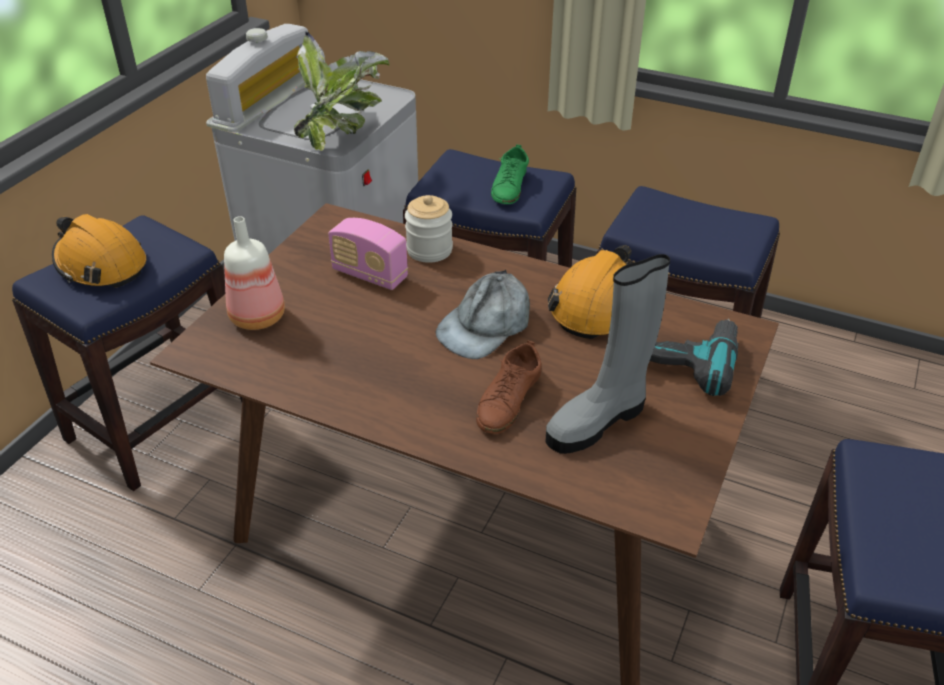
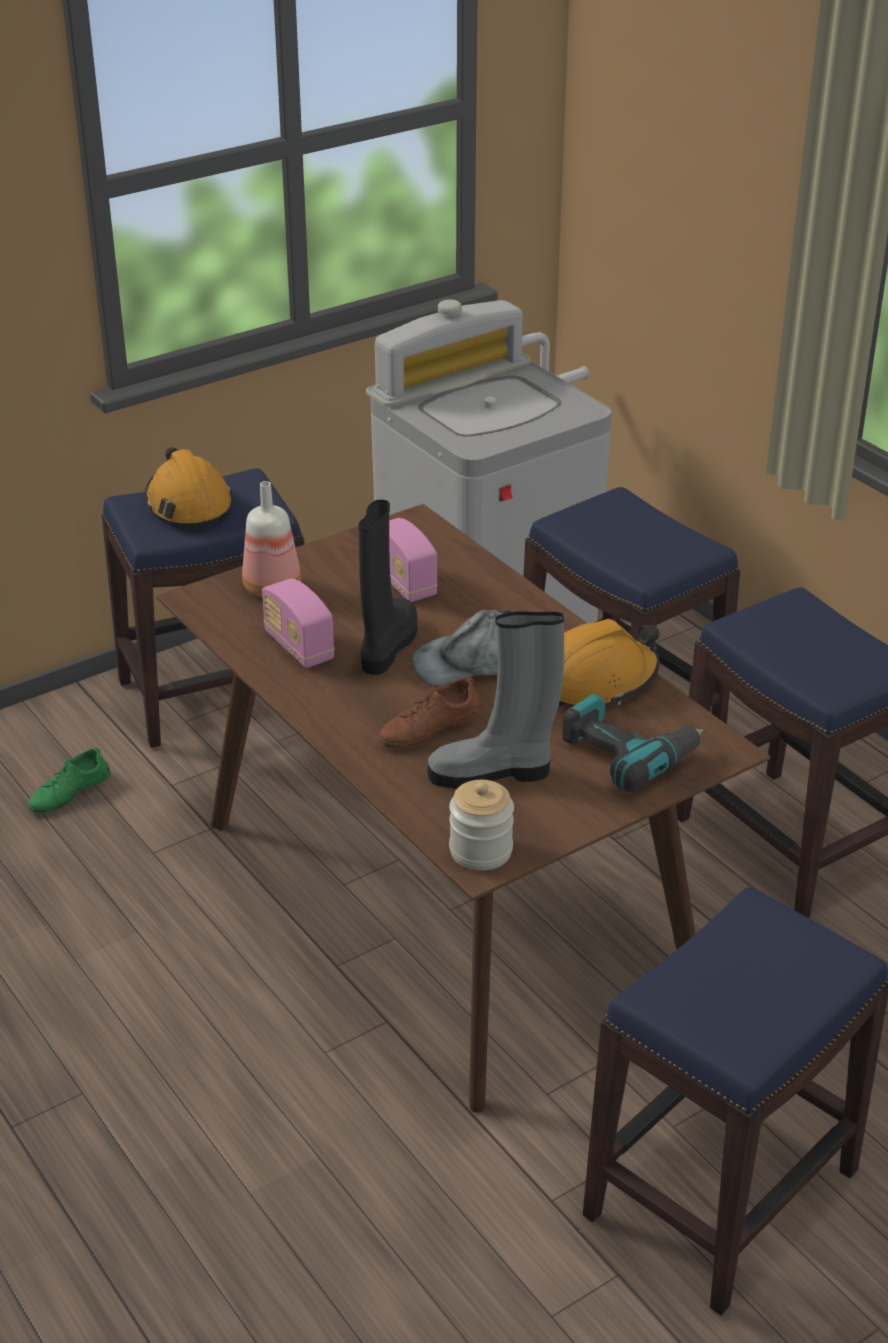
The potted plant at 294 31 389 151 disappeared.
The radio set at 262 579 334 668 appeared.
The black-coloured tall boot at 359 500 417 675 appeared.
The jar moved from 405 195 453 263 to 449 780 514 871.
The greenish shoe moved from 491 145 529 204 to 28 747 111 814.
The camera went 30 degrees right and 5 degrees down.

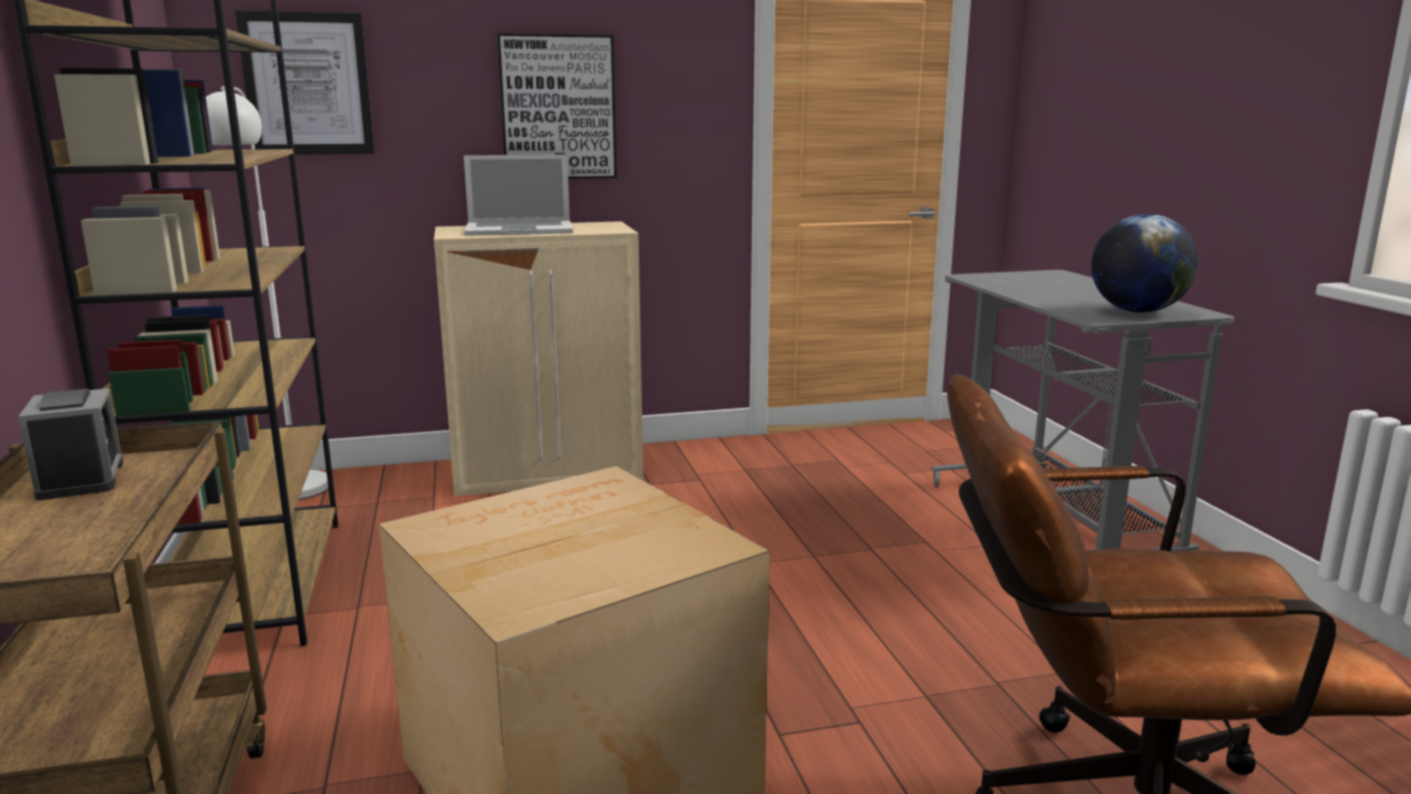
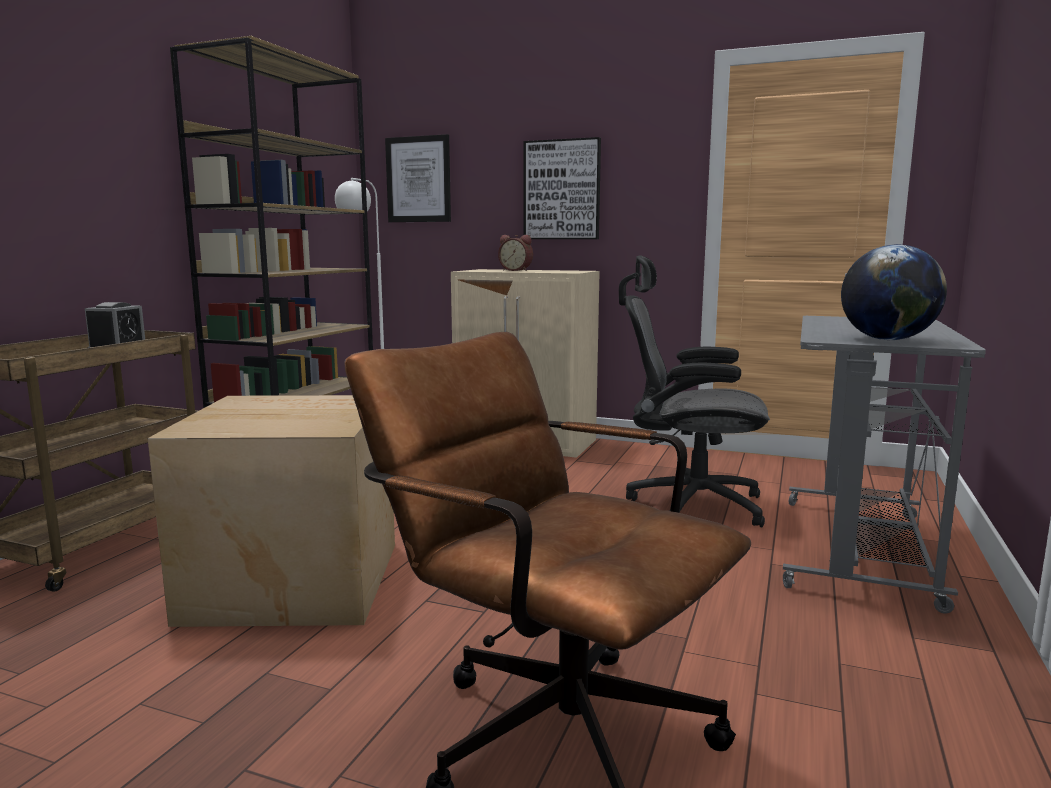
The computer chair at 619 255 770 528 appeared.
The notebook computer at 464 154 573 236 was replaced by the bedside clock at 498 235 533 271.
The camera went 35 degrees right and 5 degrees down.

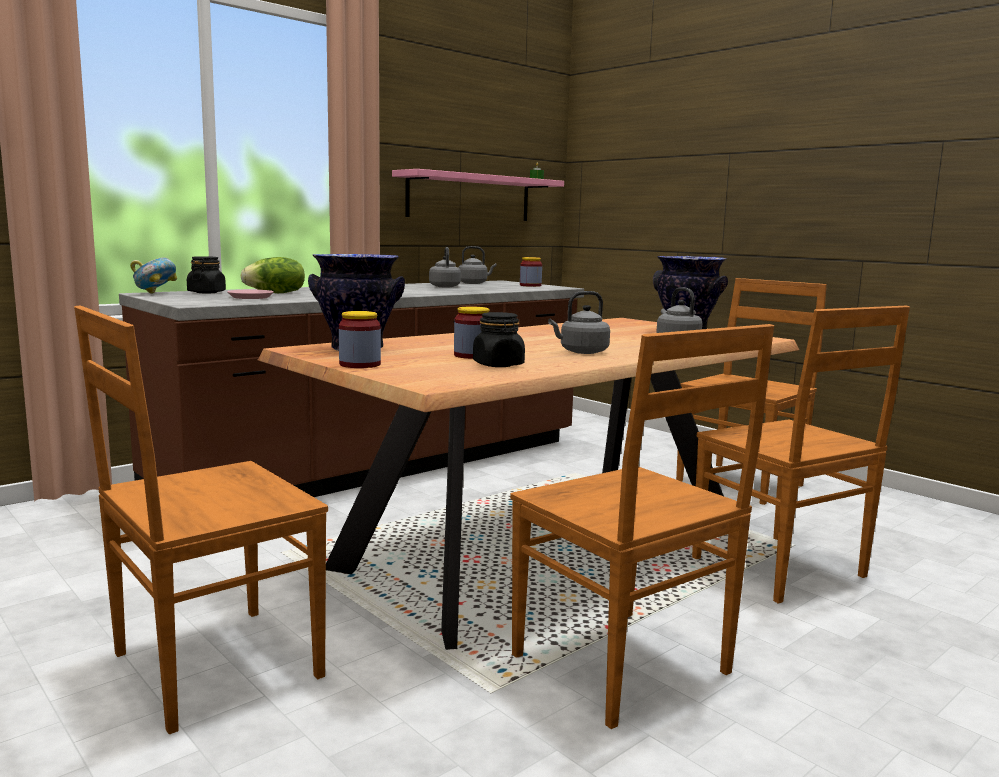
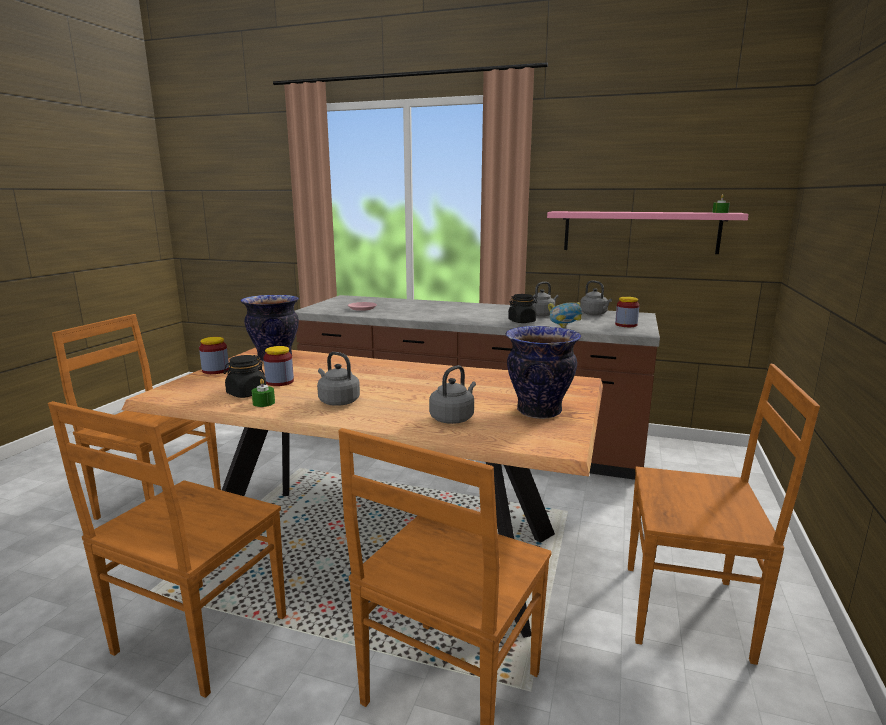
The lettuce head at 241 257 305 293 disappeared.
The greenish candle at 252 379 275 407 appeared.
The deep dish moved from 130 257 177 294 to 548 302 583 328.
The black-coloured jar moved from 187 256 226 293 to 508 294 537 323.
The camera went 60 degrees right and 5 degrees up.

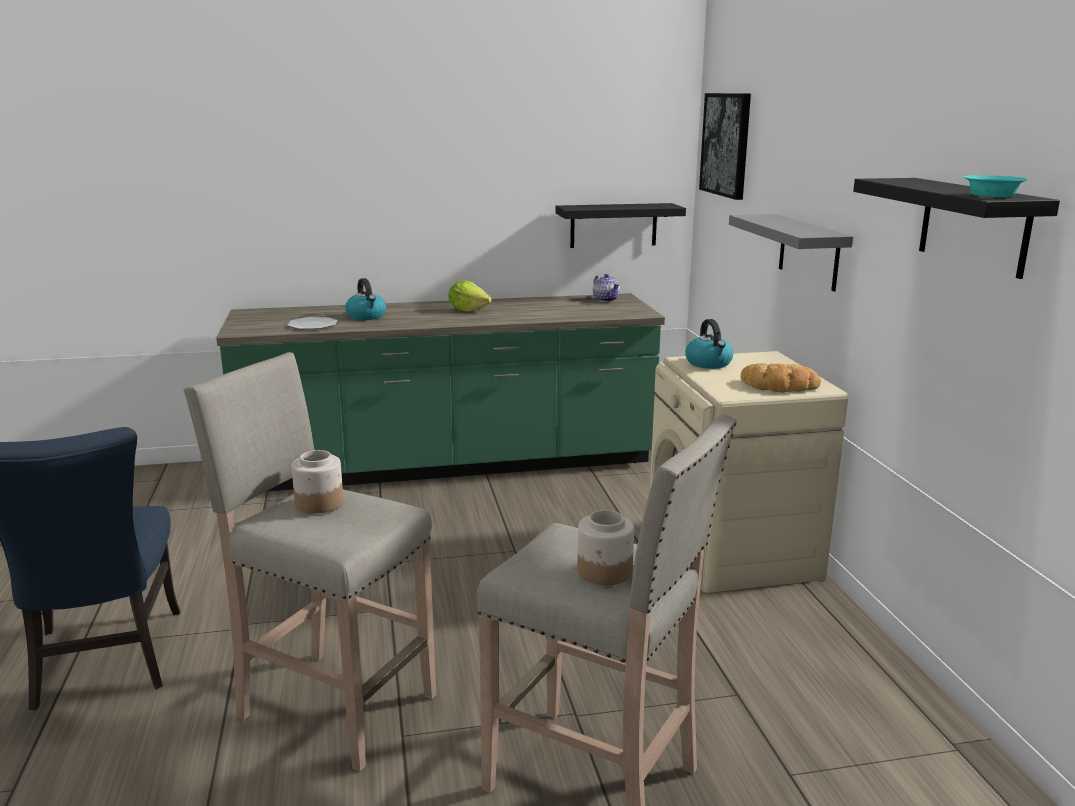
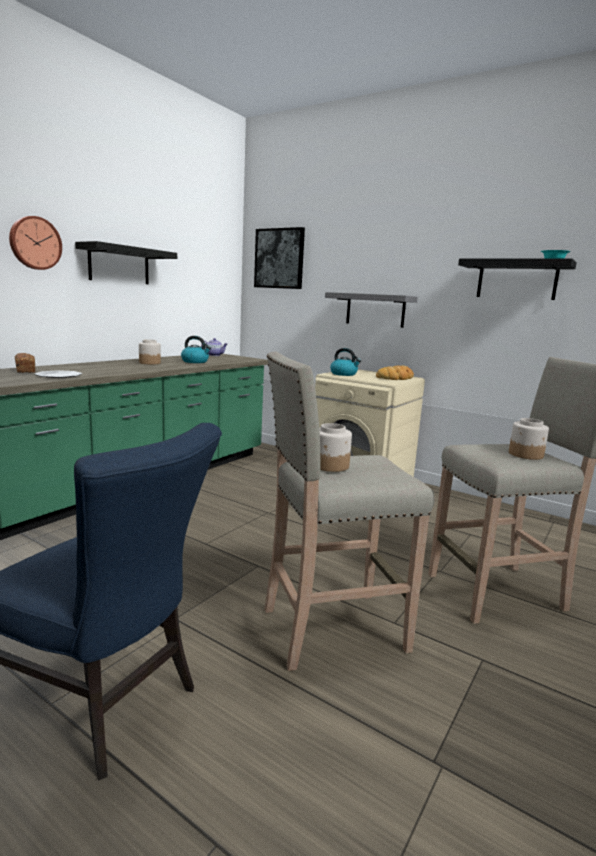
The wall clock at 9 216 62 270 appeared.
The bakery bread at 15 353 35 373 appeared.
The water kettle moved from 345 278 386 320 to 181 336 211 363.
The black-coloured bracket shelf moved from 555 203 686 248 to 75 241 177 284.
The lettuce head at 449 281 491 312 was replaced by the jar at 139 339 161 364.
The camera went 45 degrees left and 5 degrees down.

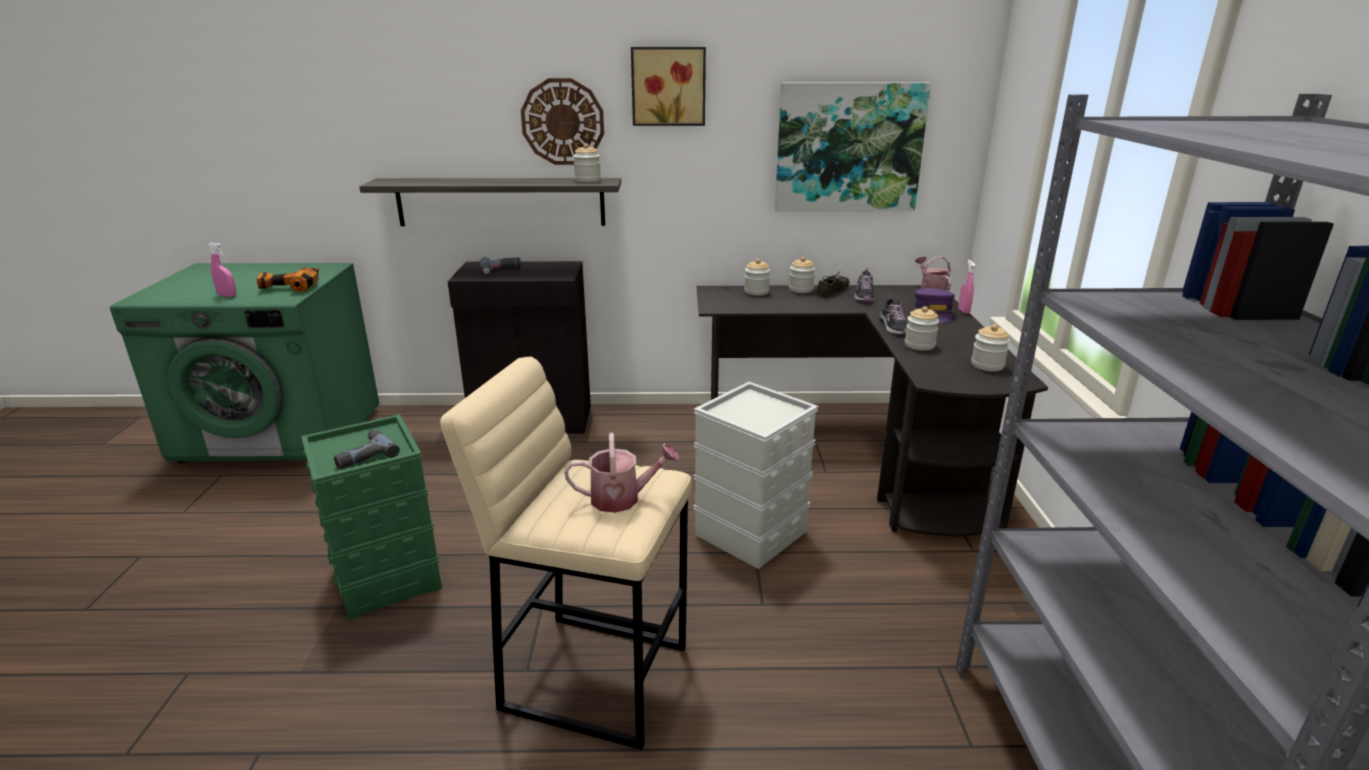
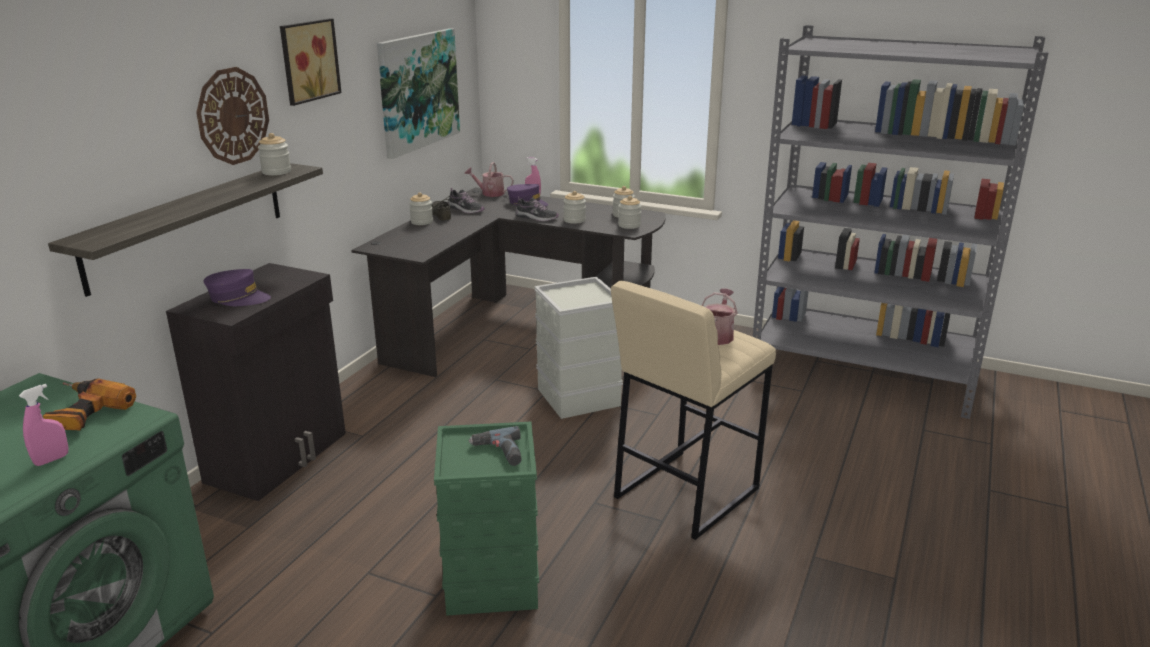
The jar moved from 744 259 770 295 to 618 196 641 229.
The electric drill at 480 257 521 275 was replaced by the purple cap at 204 269 271 306.
The camera went 65 degrees left and 0 degrees up.

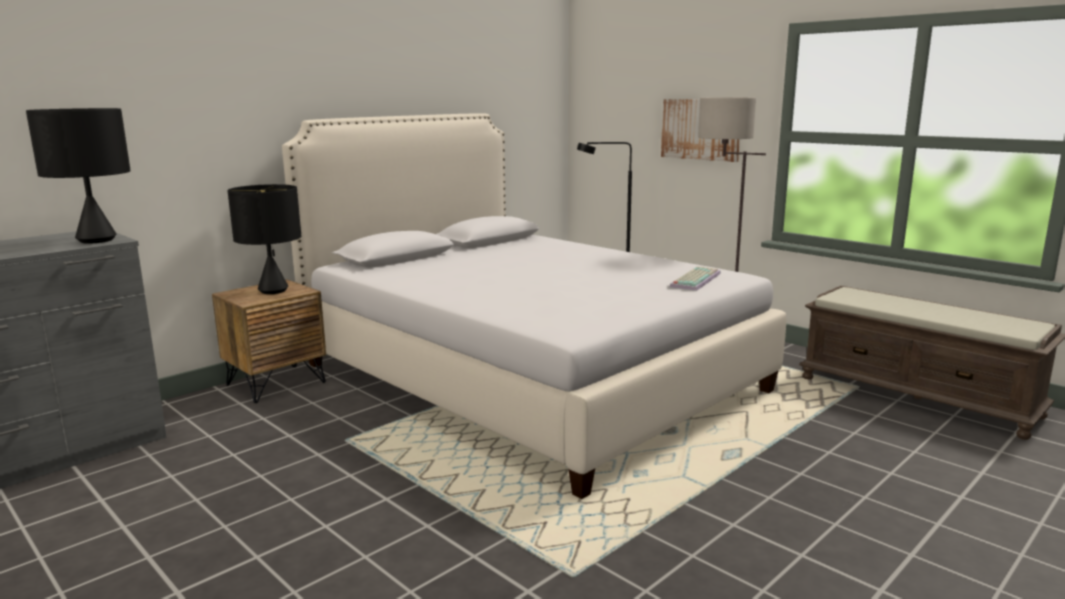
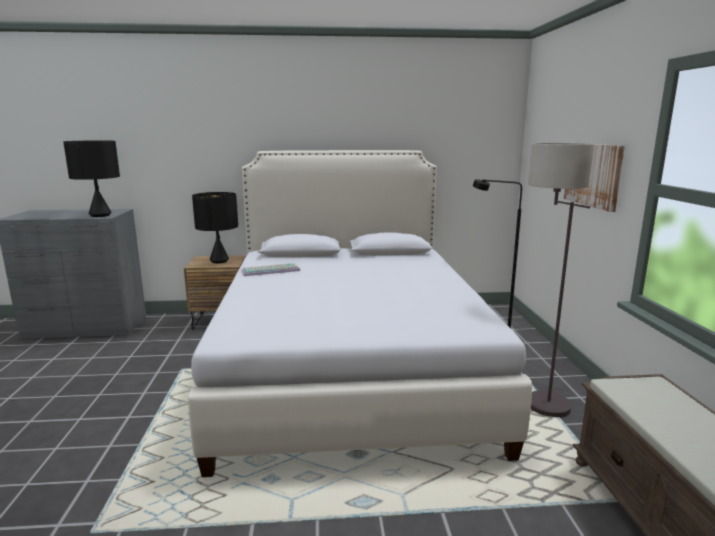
The computer keyboard moved from 670 266 721 291 to 242 263 300 276.
The camera went 40 degrees right and 0 degrees up.

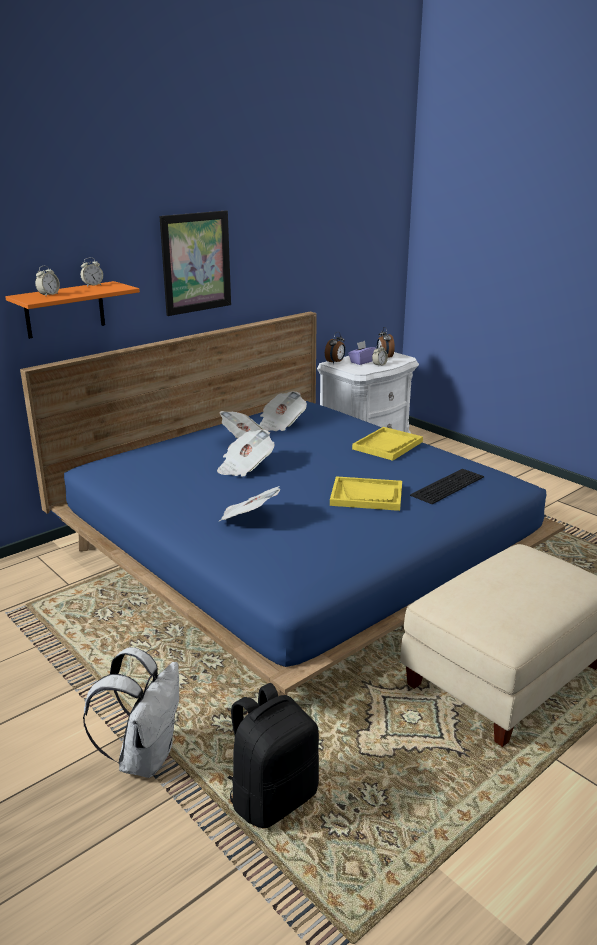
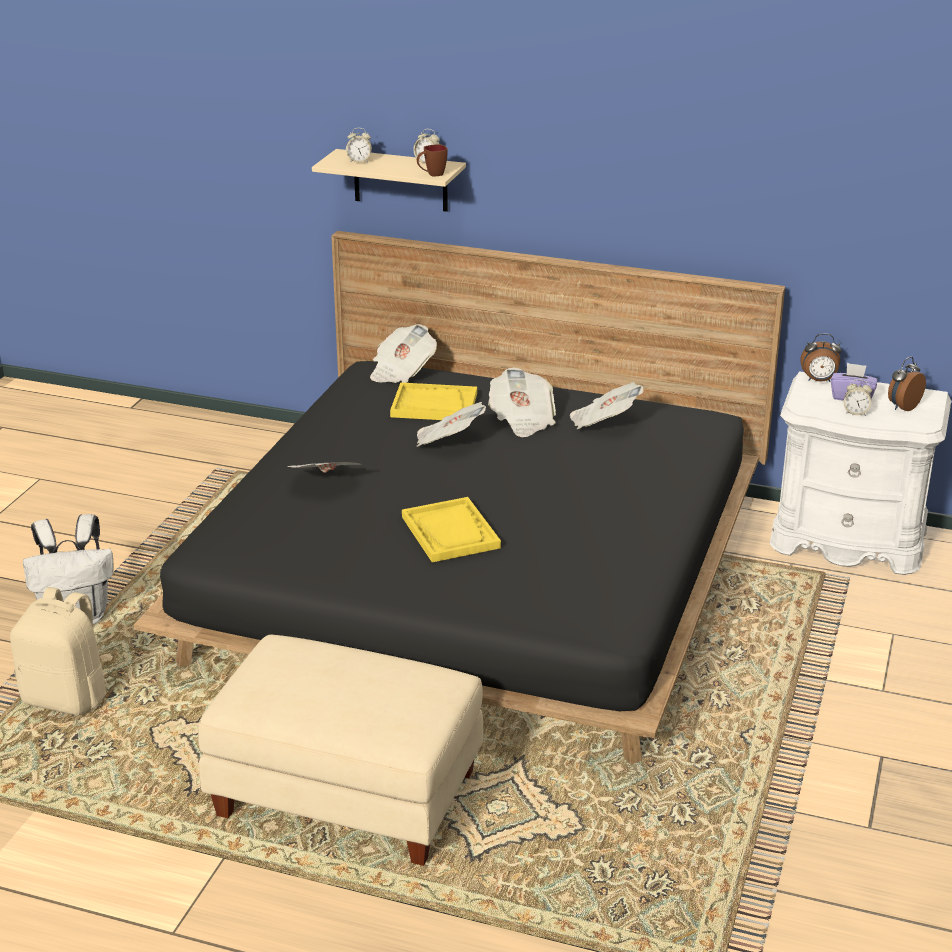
The picture at 159 210 231 316 disappeared.
The computer keyboard at 410 469 484 504 disappeared.
The newspaper at 370 324 437 383 appeared.
The brown-coloured coffee mug at 417 144 448 177 appeared.
The yellowish tray moved from 352 427 423 461 to 390 382 477 420.
The orangey bracket shelf at 5 281 140 339 became the sand-coloured bracket shelf at 312 149 466 212.
The blue bed at 20 312 565 696 became the black-coloured bed at 134 231 785 764.
The black-coloured knapsack at 227 683 319 828 became the sand-coloured knapsack at 10 587 108 716.
The camera went 60 degrees right and 5 degrees up.

